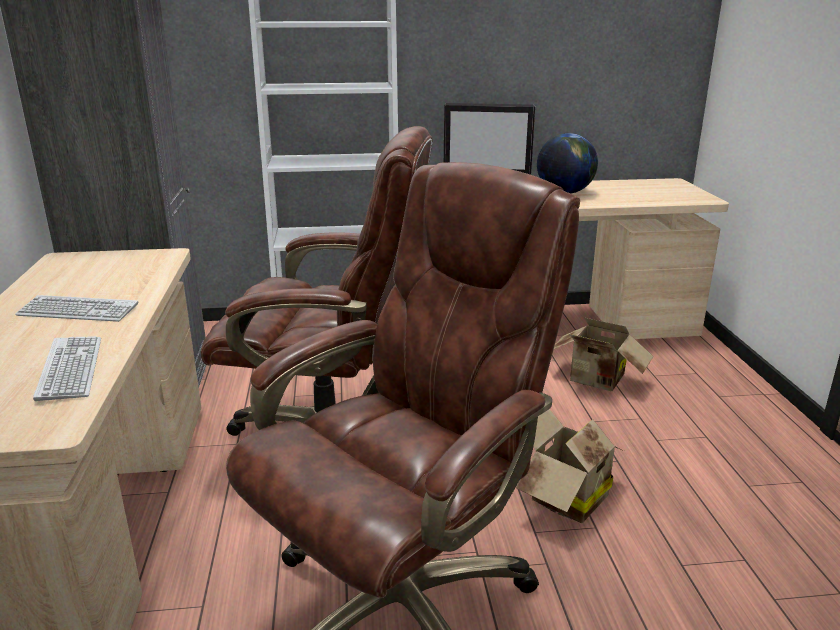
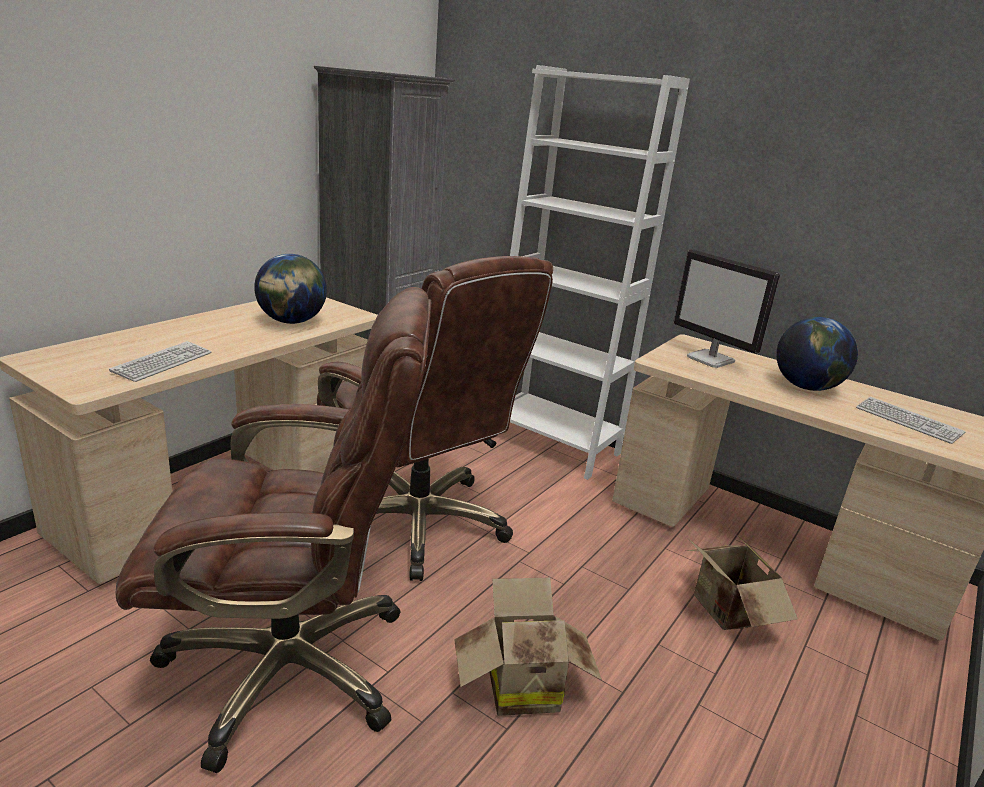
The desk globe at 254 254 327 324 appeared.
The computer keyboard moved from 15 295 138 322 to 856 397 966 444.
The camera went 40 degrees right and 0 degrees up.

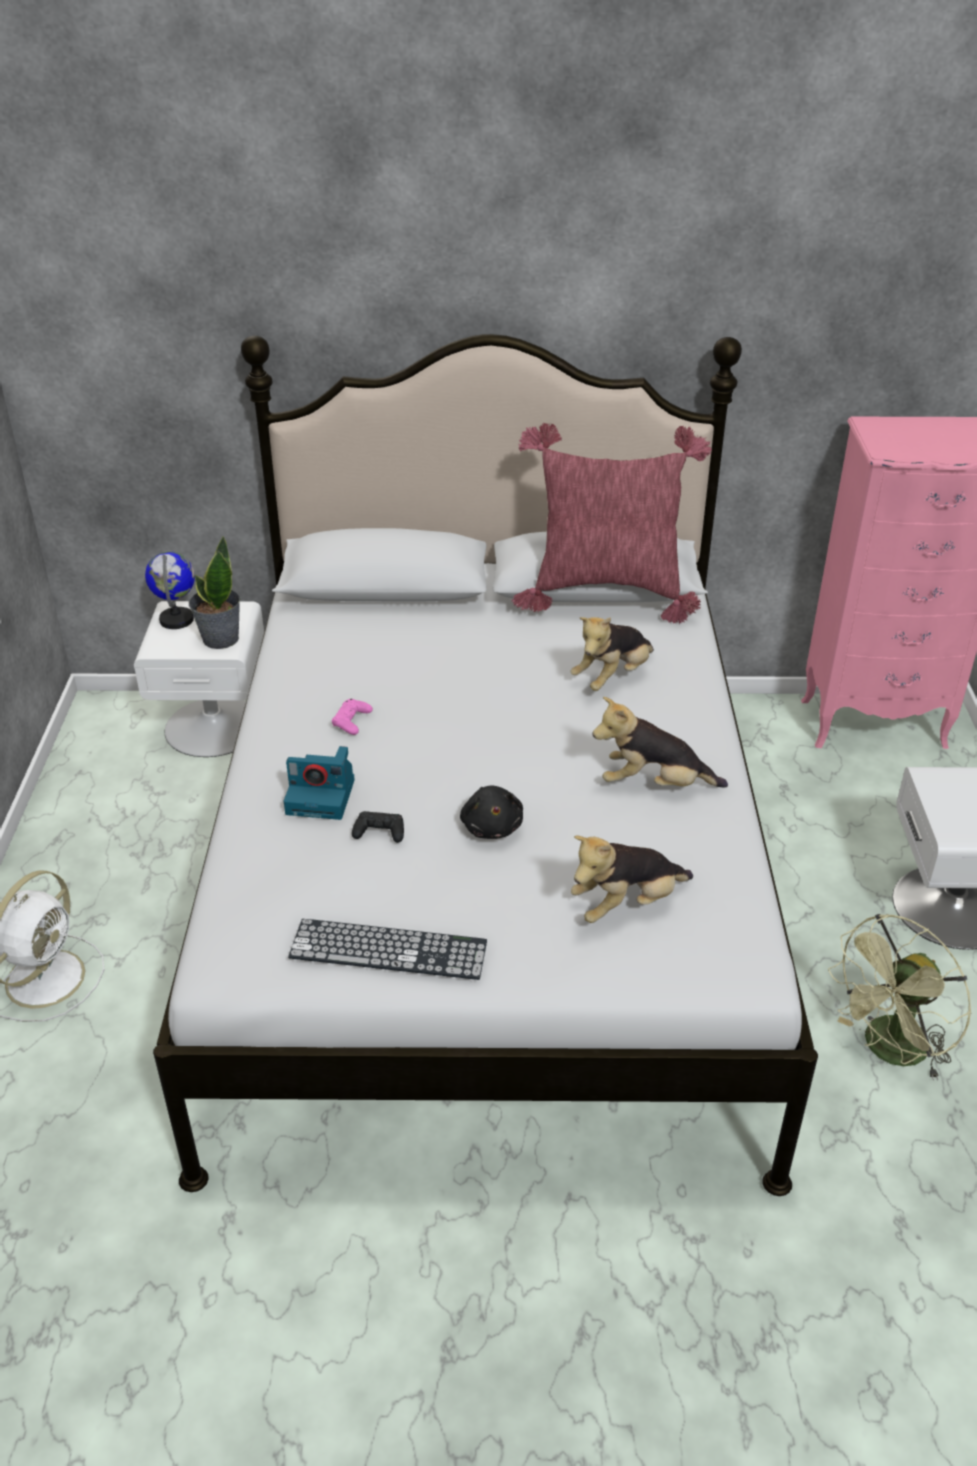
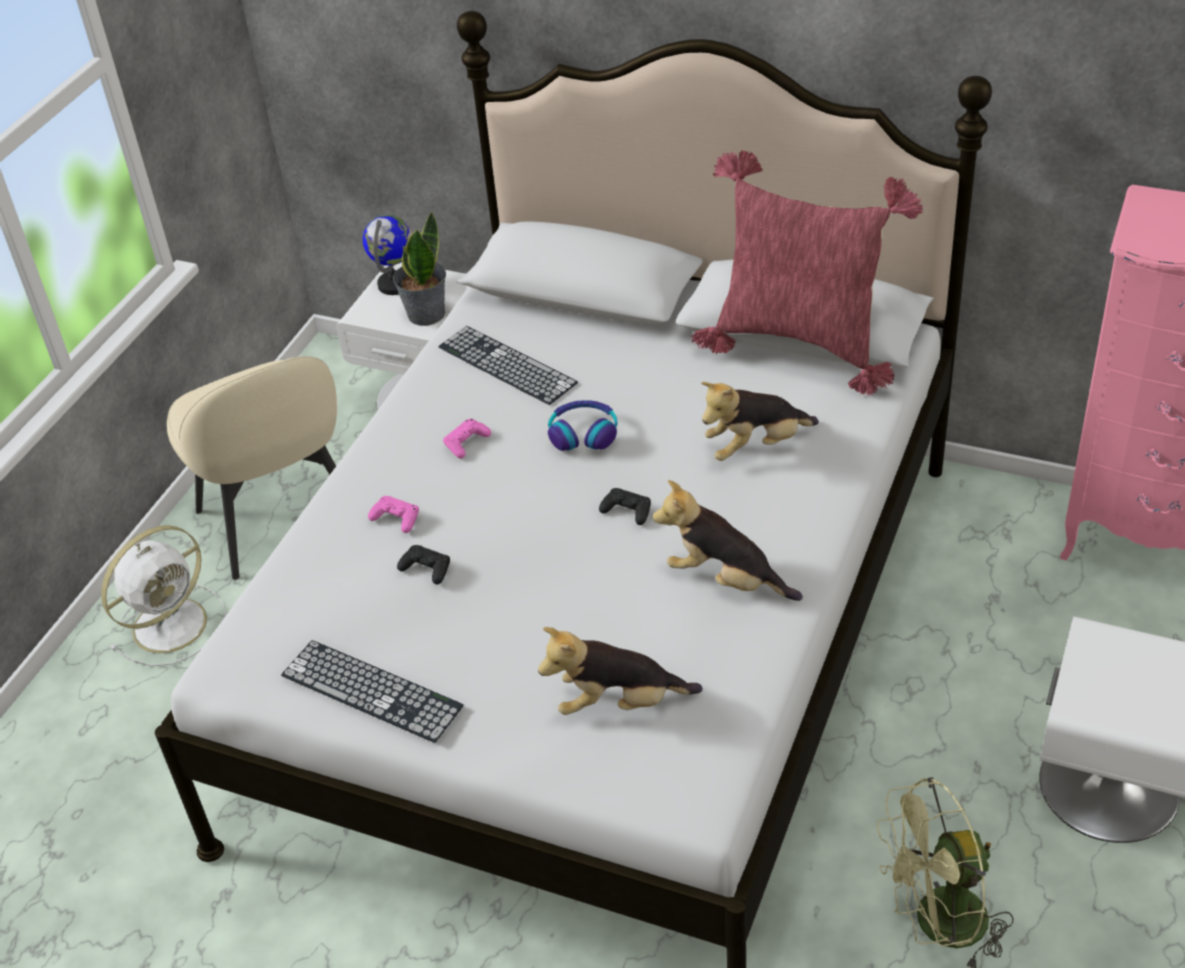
The black-coloured soft toy at 460 786 523 839 disappeared.
The sand-coloured plain chair at 167 356 337 580 appeared.
The computer keyboard at 438 326 578 405 appeared.
The headset at 548 400 618 451 appeared.
The black-coloured gamepad at 599 488 651 525 appeared.
The photo camera at 284 746 355 820 was replaced by the pink-coloured gamepad at 368 496 419 533.
The camera went 25 degrees right and 5 degrees up.

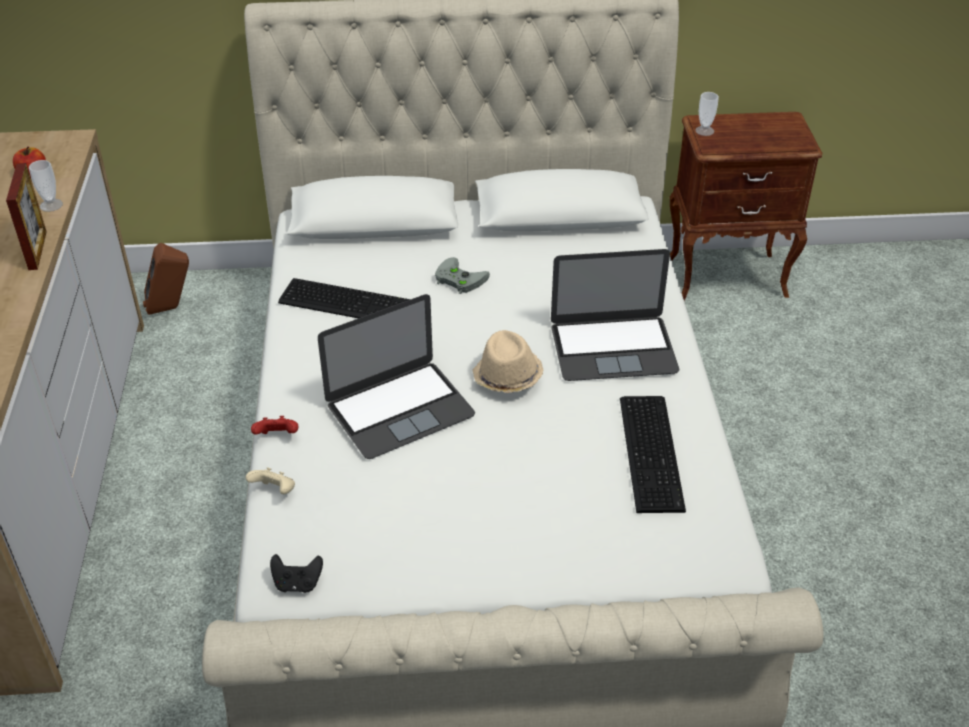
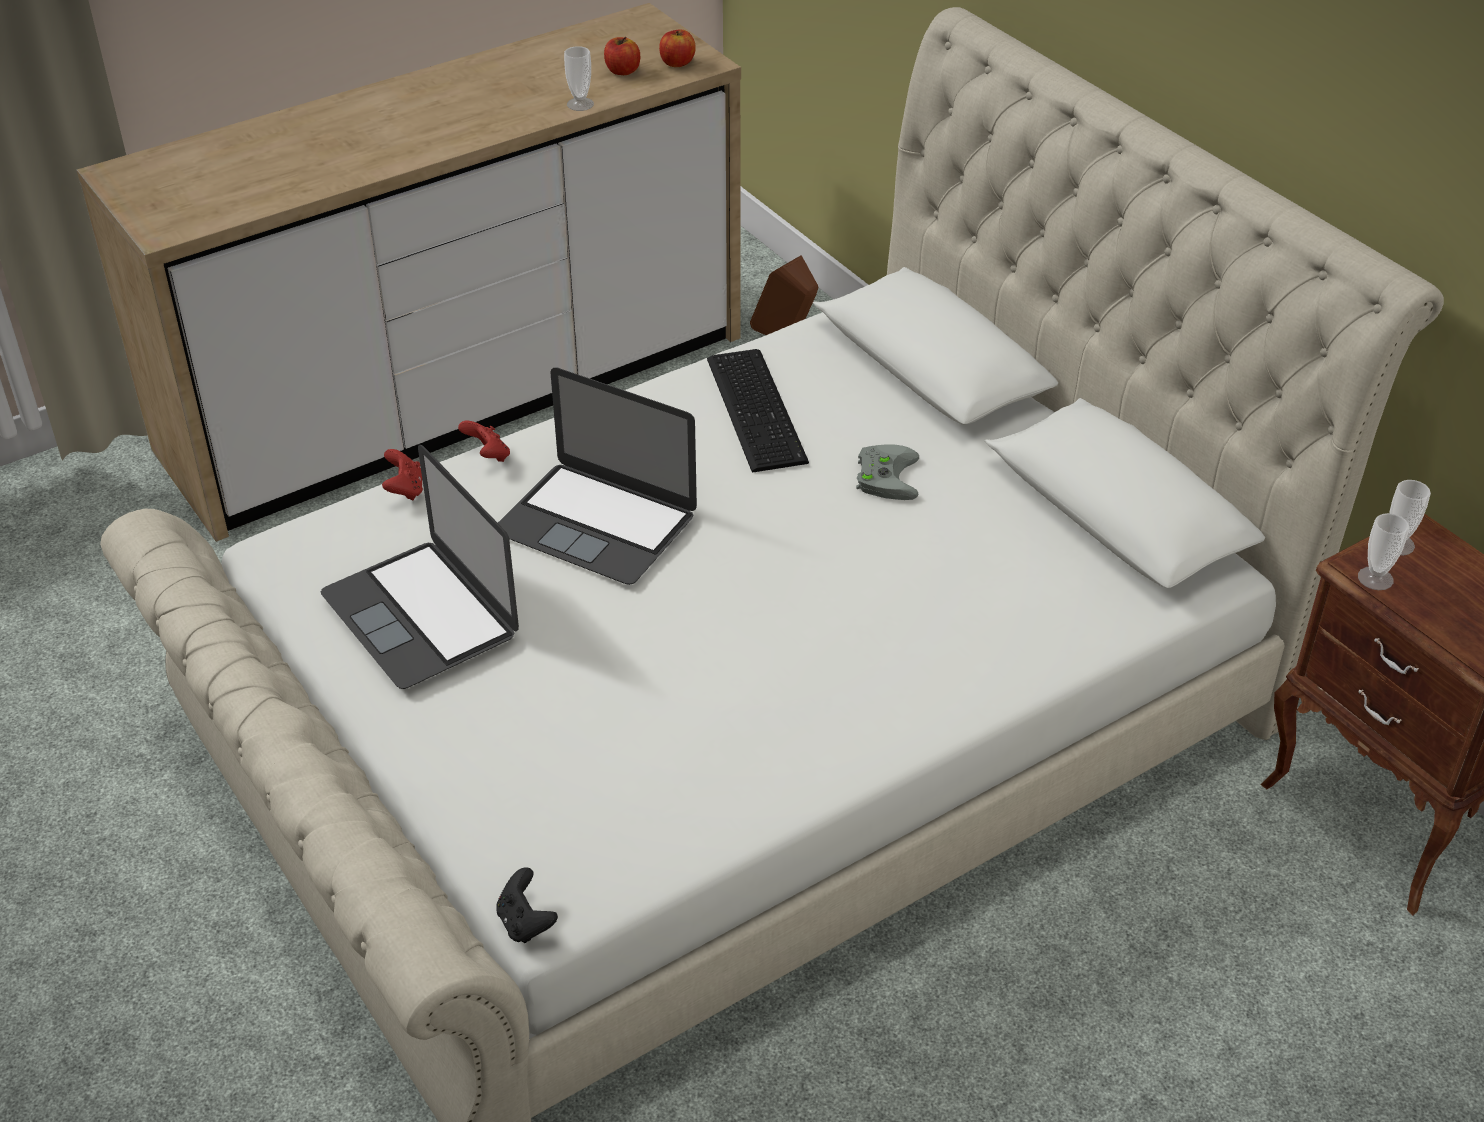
The standing frame at 6 163 47 270 disappeared.
The sand-coloured wearable hat at 472 330 543 393 disappeared.
The computer keyboard at 620 396 686 513 disappeared.
The whole apple at 659 29 696 67 appeared.
The cup at 1358 513 1409 590 appeared.
The black-coloured gamepad moved from 270 554 323 593 to 496 867 558 943.
The notebook computer moved from 551 249 679 381 to 321 445 519 689.
The sand-coloured gamepad at 246 467 295 494 became the red-coloured gamepad at 382 449 423 500.
The camera went 60 degrees right and 0 degrees up.

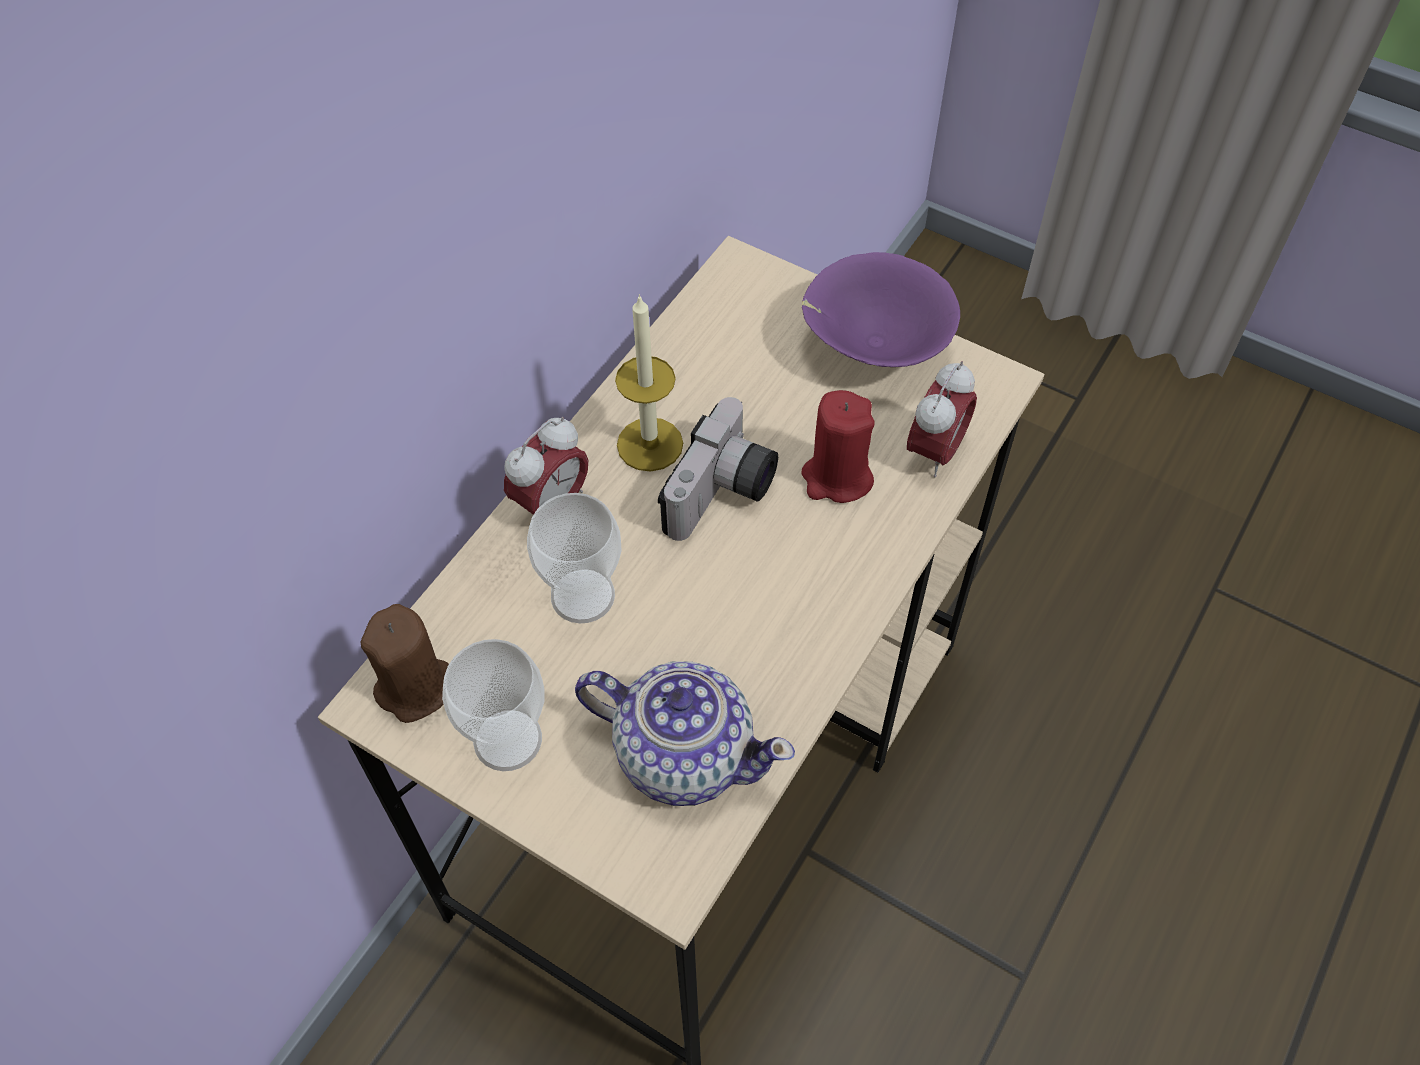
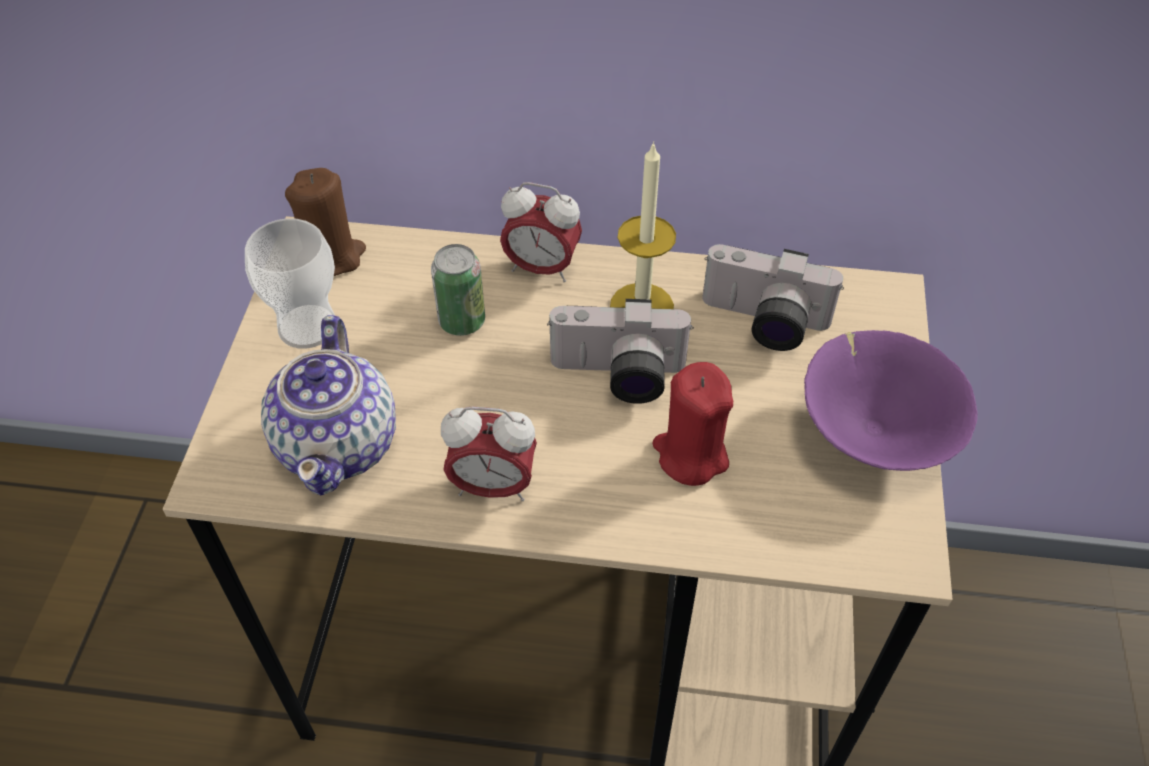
The photo camera at 702 244 844 351 appeared.
The bedside clock moved from 907 361 977 477 to 441 407 537 501.
The cup at 527 493 622 624 was replaced by the sealed can at 431 244 485 336.
The camera went 65 degrees right and 5 degrees down.

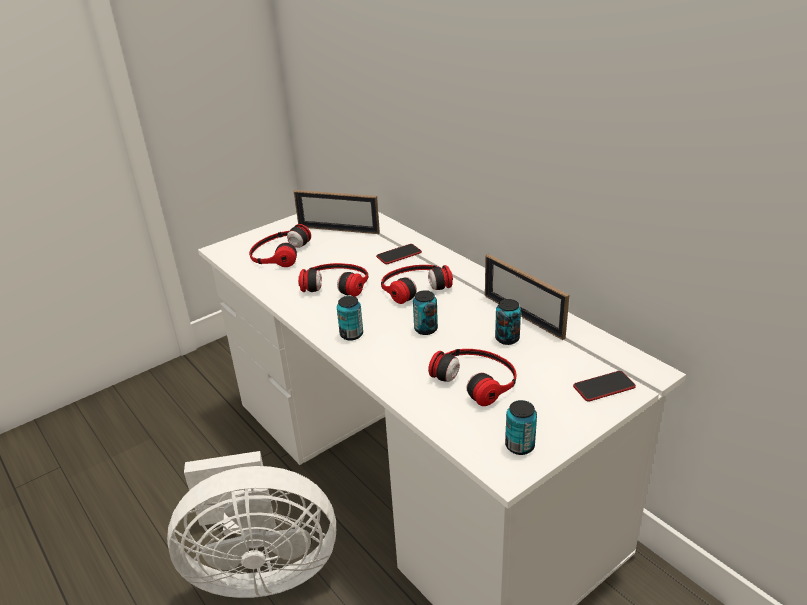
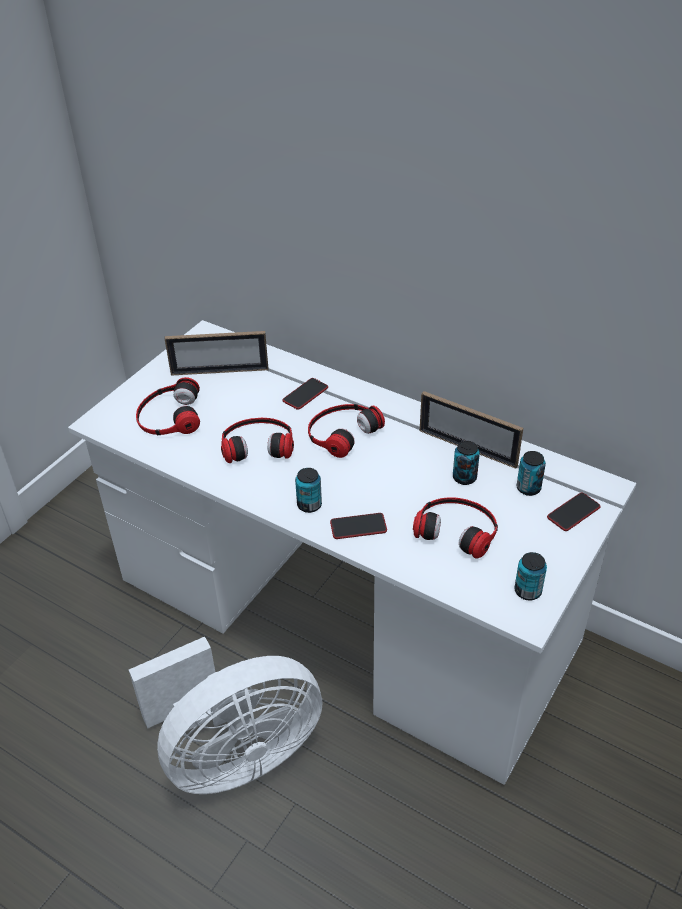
The phone at 330 513 387 539 appeared.
The sealed can moved from 413 290 438 335 to 517 451 546 496.
The camera went 20 degrees left and 10 degrees up.

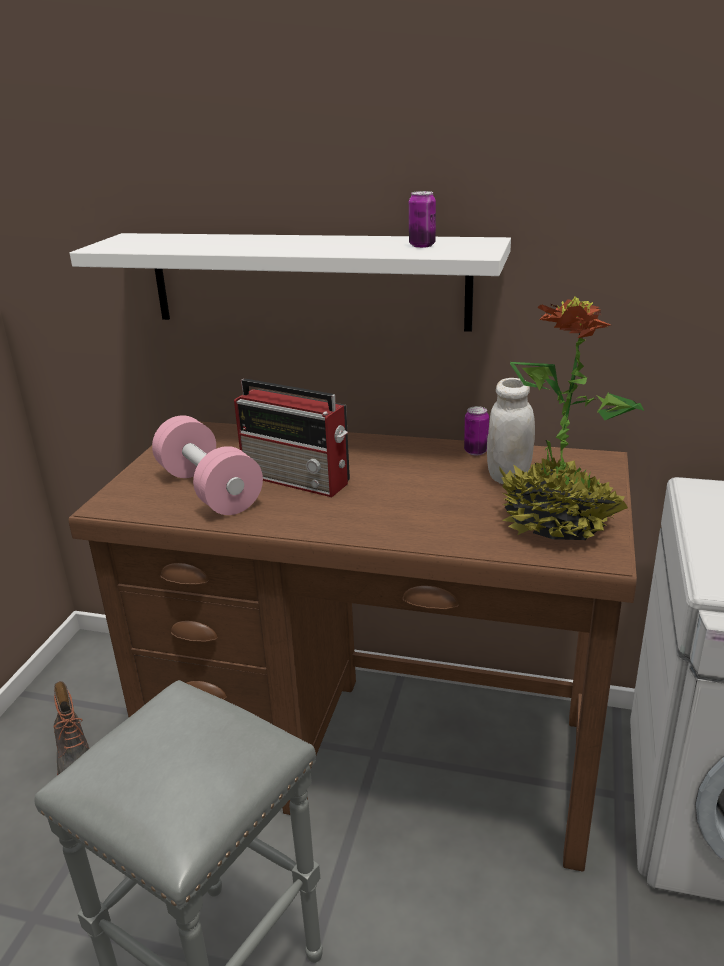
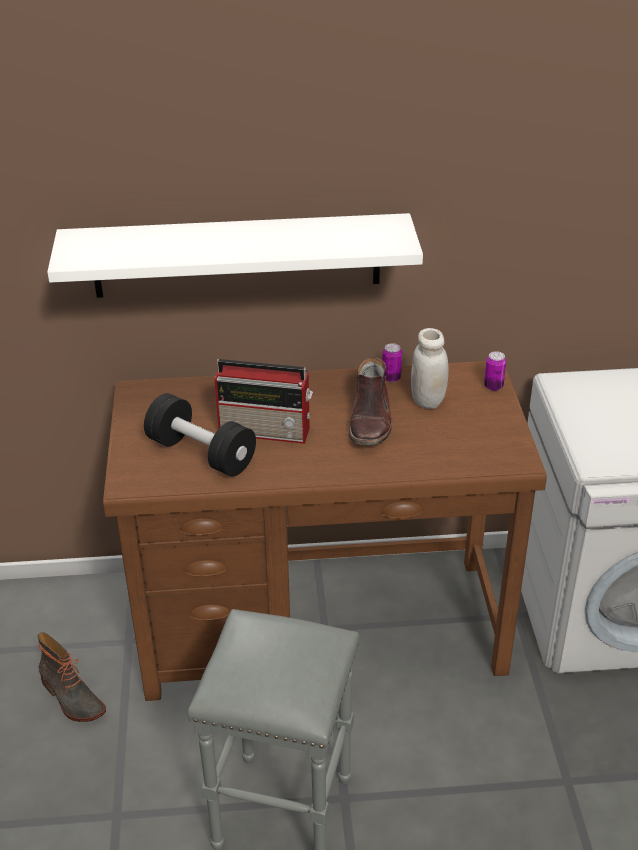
The potted plant at 500 297 644 540 disappeared.
The brown-coloured tall boot at 349 356 392 445 appeared.
The sealed can moved from 409 191 436 248 to 484 351 506 391.
The pink-coloured free weight at 152 415 263 515 became the black-coloured free weight at 144 393 256 476.
The camera went 20 degrees left and 10 degrees up.

